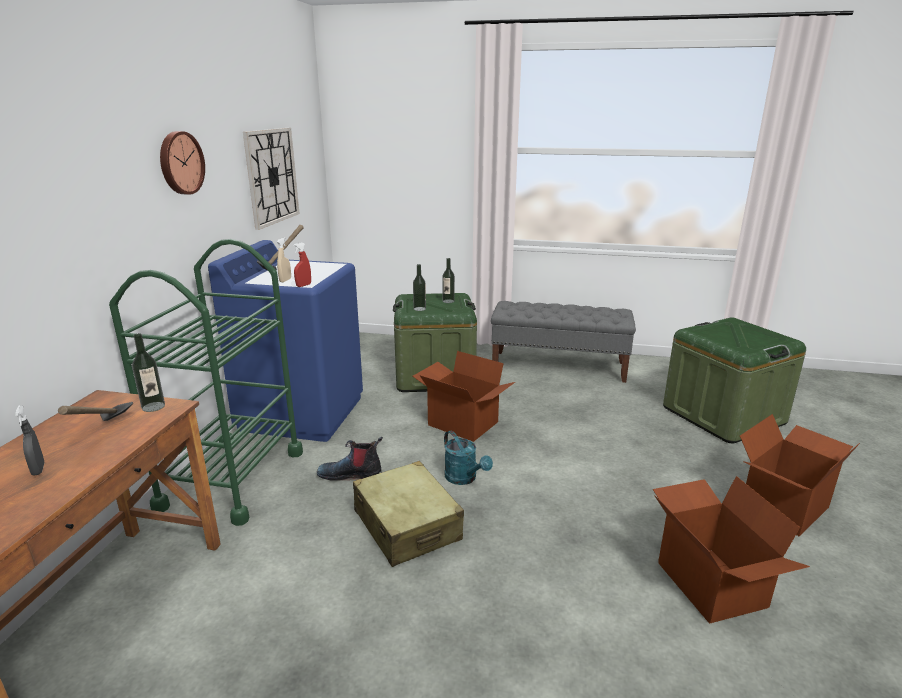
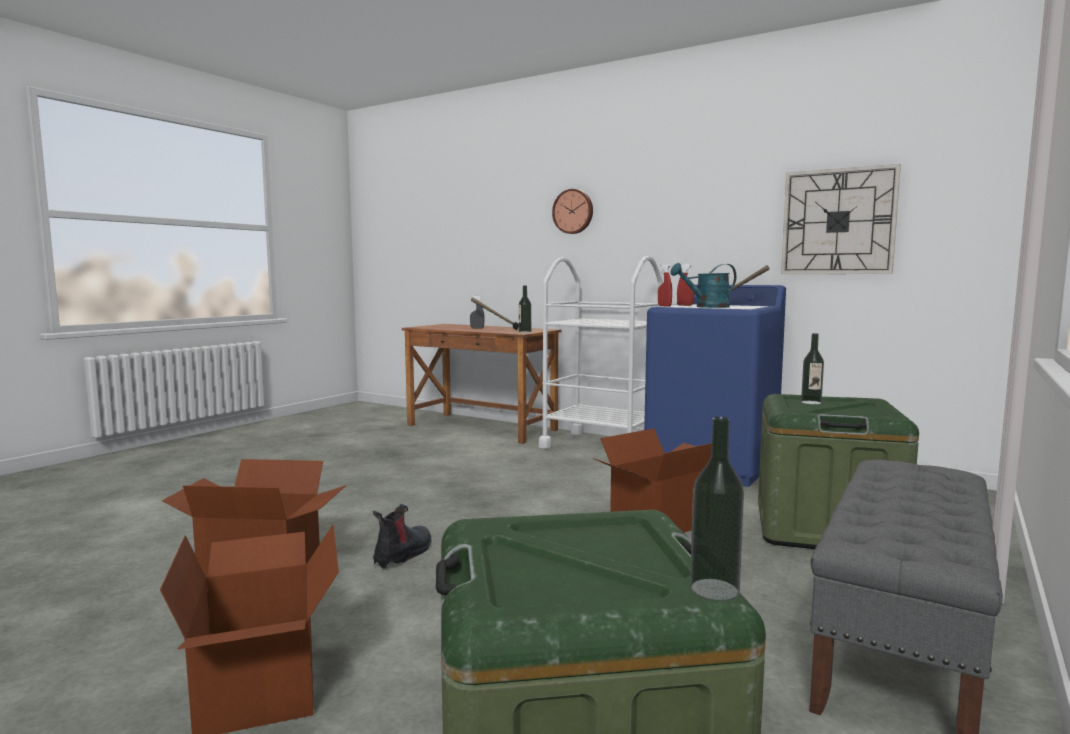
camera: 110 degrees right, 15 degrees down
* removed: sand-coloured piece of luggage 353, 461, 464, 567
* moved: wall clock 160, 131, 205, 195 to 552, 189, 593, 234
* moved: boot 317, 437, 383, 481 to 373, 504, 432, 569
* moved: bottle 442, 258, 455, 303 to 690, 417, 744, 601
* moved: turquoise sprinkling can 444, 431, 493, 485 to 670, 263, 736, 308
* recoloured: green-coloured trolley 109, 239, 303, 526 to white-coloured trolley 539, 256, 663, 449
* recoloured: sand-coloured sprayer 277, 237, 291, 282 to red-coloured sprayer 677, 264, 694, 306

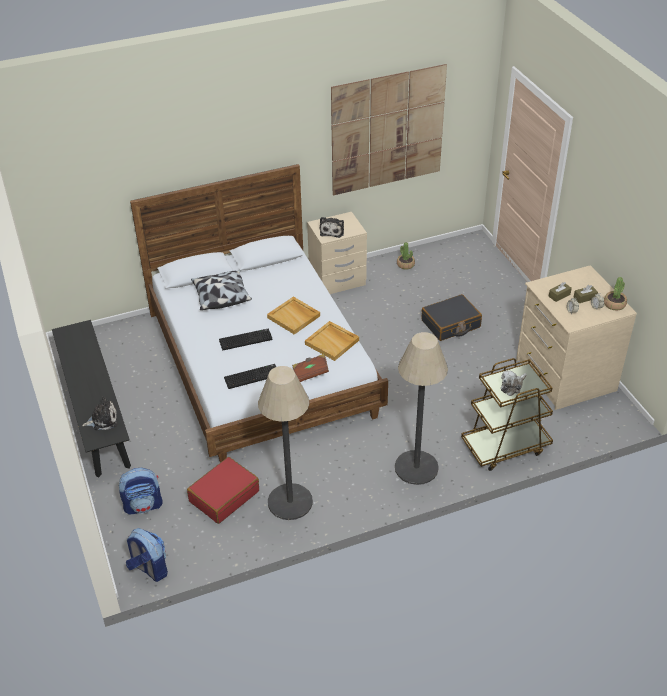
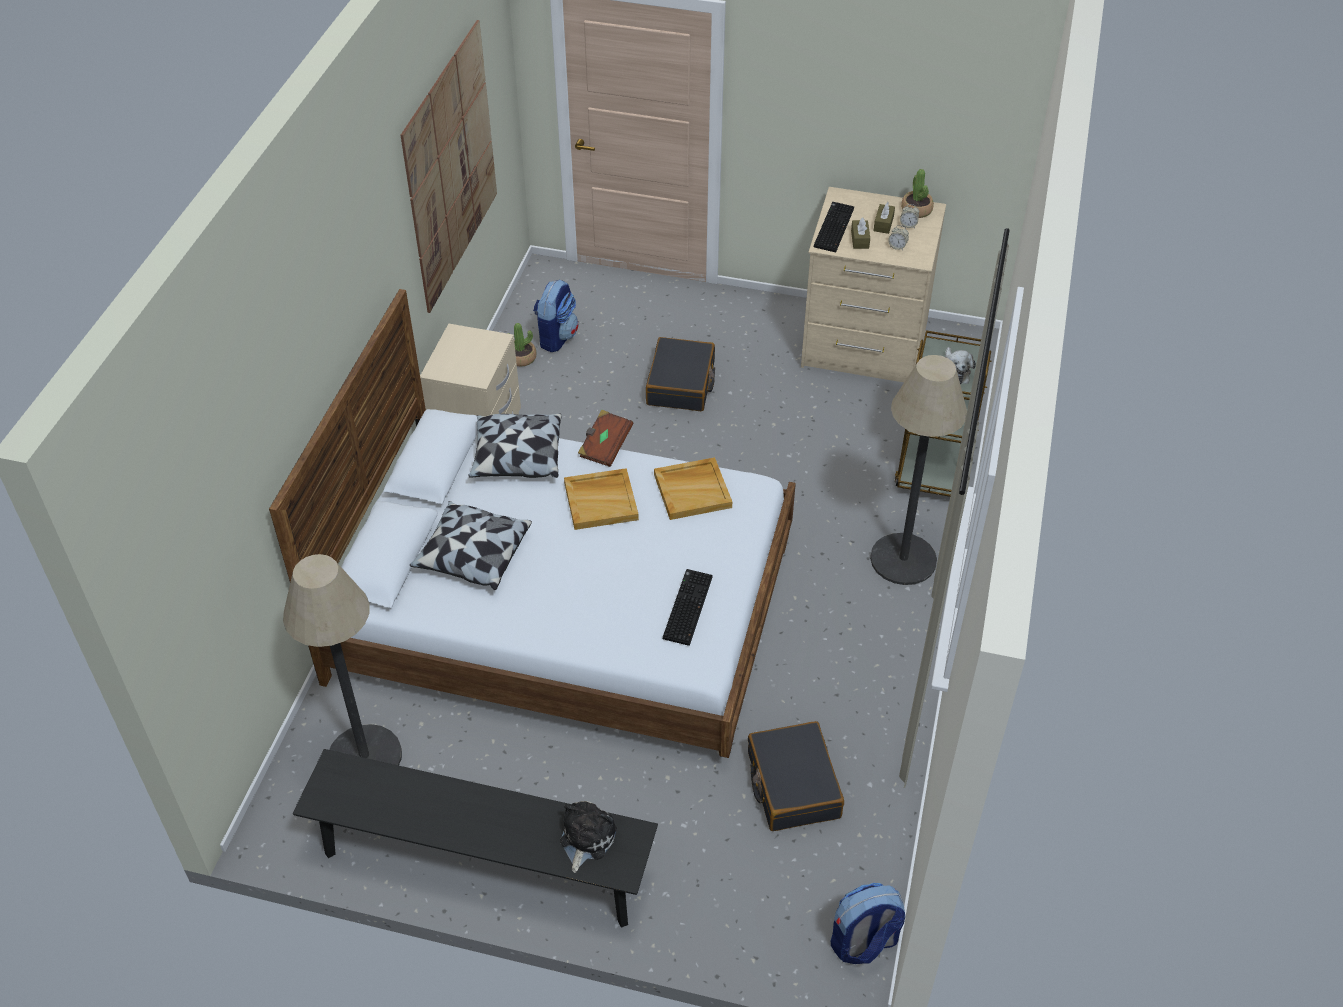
camera: 55 degrees left, 5 degrees up
* removed: cuddly toy 320, 217, 344, 238
* added: throw pillow 468, 413, 562, 478
* moved: backpack 119, 468, 163, 514 to 533, 280, 578, 352
* moved: keyboard 219, 328, 272, 350 to 814, 202, 854, 252
* moved: floor lamp 258, 366, 313, 520 to 283, 554, 402, 765
* moved: brown bound book 292, 354, 329, 382 to 578, 410, 633, 467
* recoloured: red-coloured piece of luggage 187, 457, 259, 524 to black-coloured piece of luggage 748, 721, 844, 831

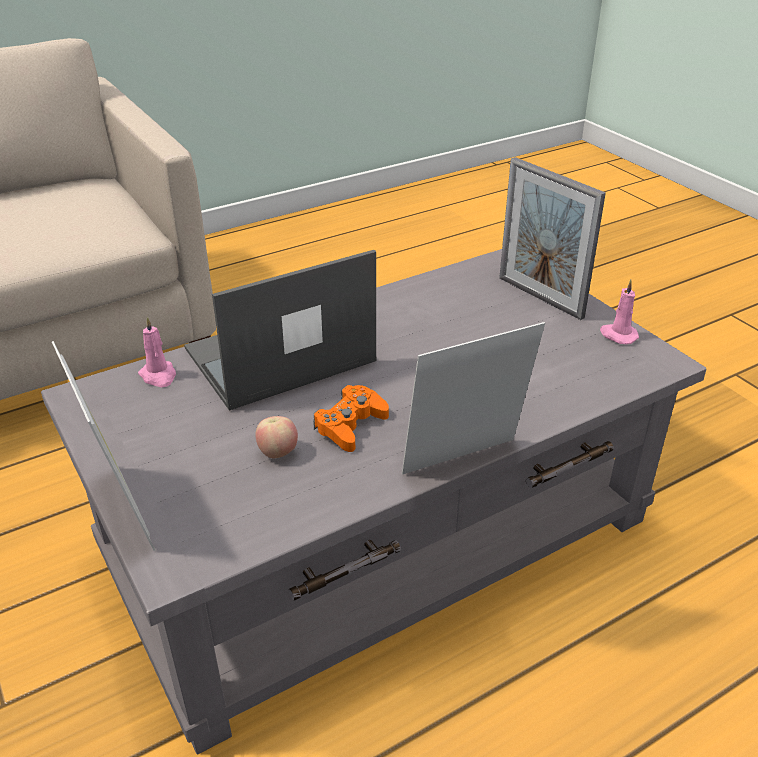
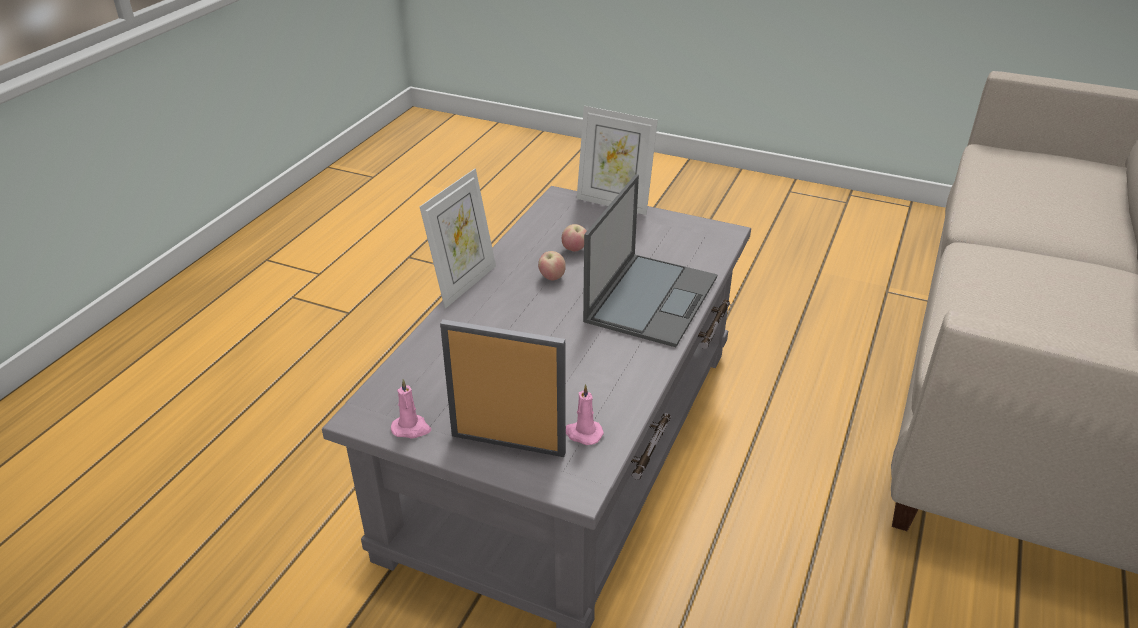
camera: 145 degrees right, 0 degrees up
* moved: pink wax light 138, 317, 176, 387 to 566, 384, 604, 445
* replaced: orange-coloured gamepad 313, 385, 389, 452 to apple fruit 538, 251, 566, 281

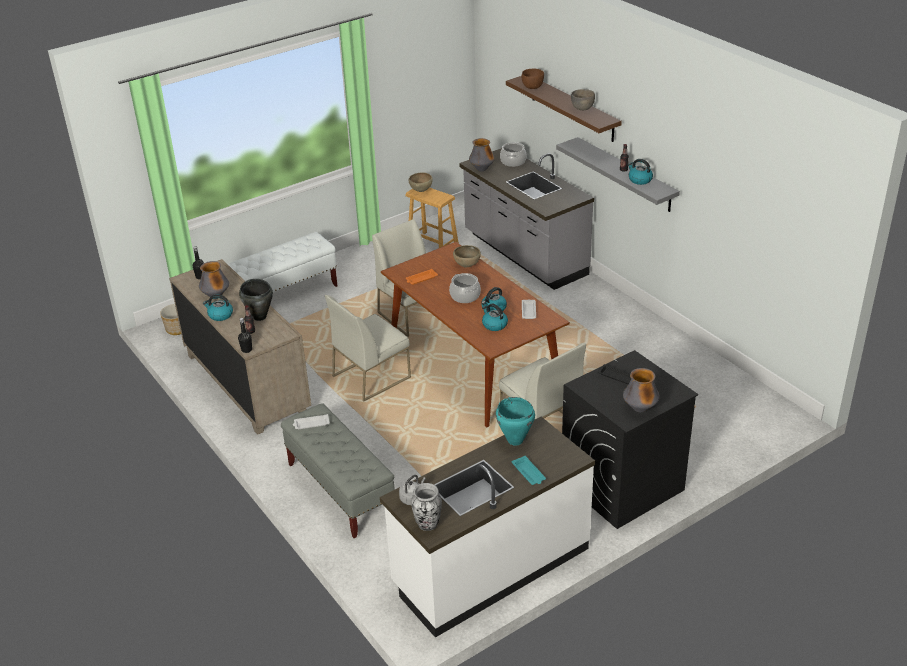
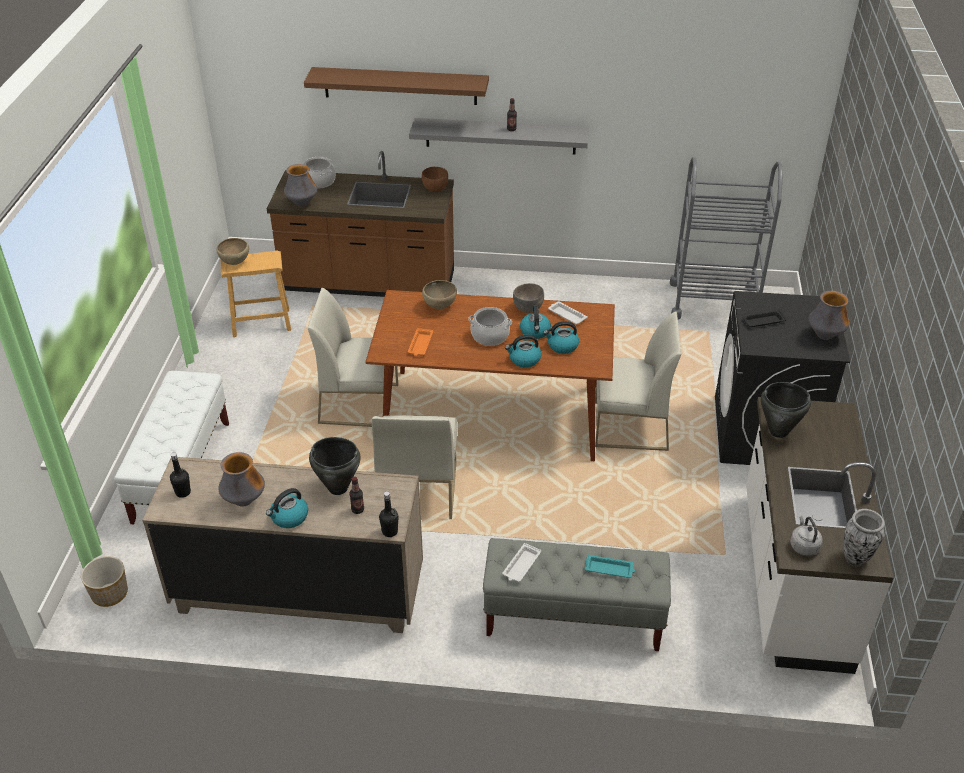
camera: 50 degrees left, 5 degrees up
* added: gray trolley 670, 157, 783, 320
* moved: turquoise serving tray 512, 456, 546, 485 to 585, 554, 635, 578
* moved: brown deep dish 521, 69, 544, 89 to 422, 167, 448, 192
* moved: gray deep dish 571, 89, 595, 110 to 513, 283, 544, 313
* moved: kettle 627, 159, 653, 185 to 505, 334, 541, 367
* recoloured: gray kitchen base unit 459, 148, 594, 290 to brown kitchen base unit 267, 151, 454, 297
* recoloured: turquoise stockpot 496, 397, 535, 446 to black-coloured stockpot 761, 382, 811, 438

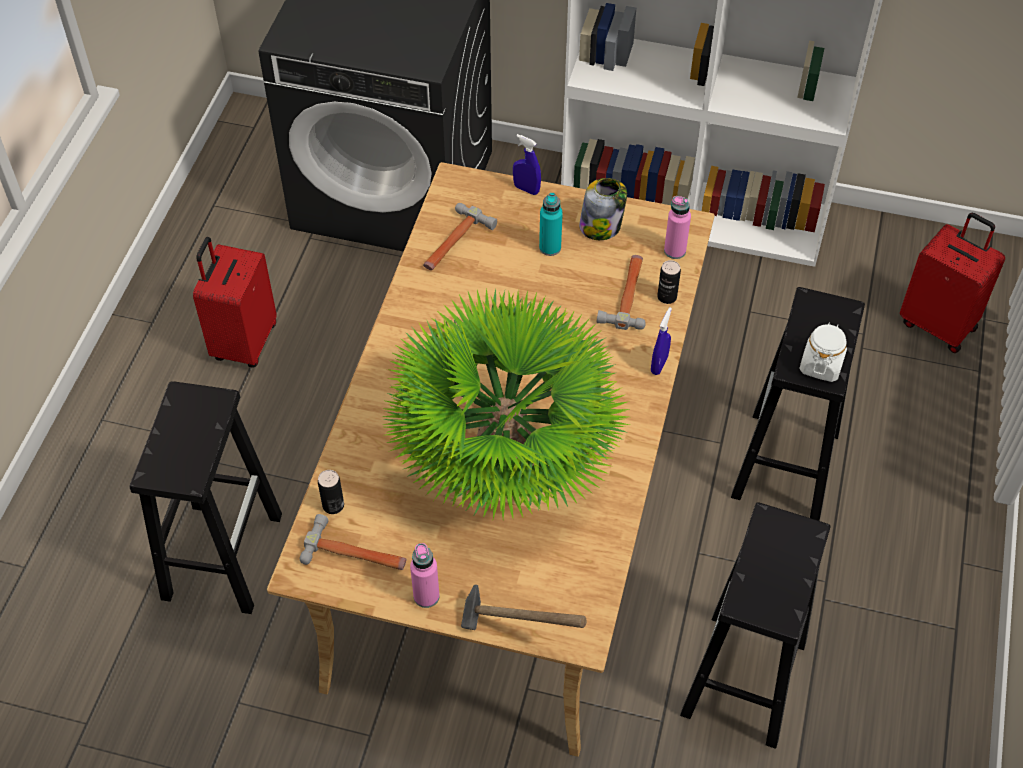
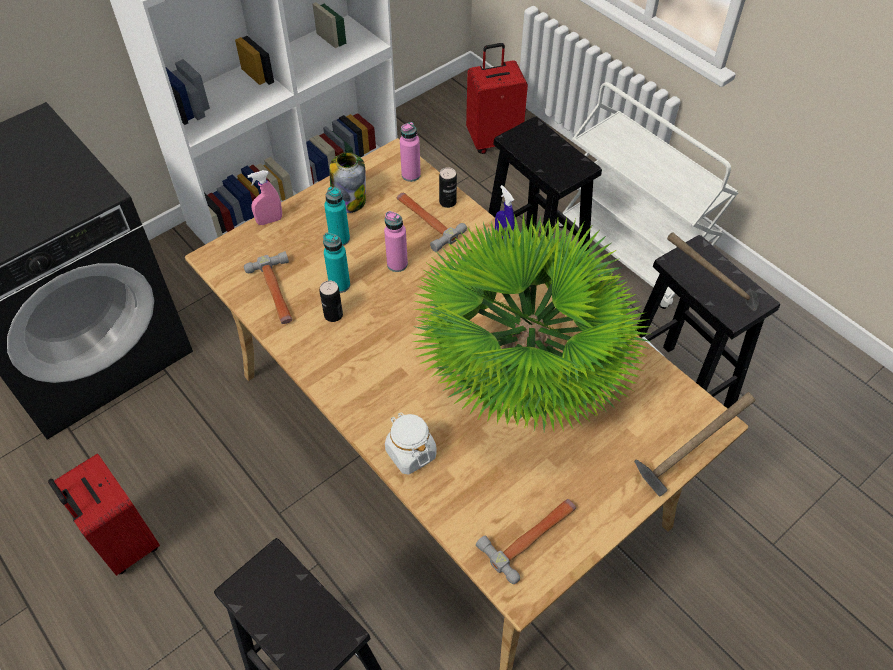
camera: 55 degrees left, 0 degrees up
* added: turquoise bottle 323, 233, 350, 293
* added: white-coloured trolley 556, 82, 738, 309
* added: hammer 667, 232, 759, 312
* moved: metal can 318, 470, 344, 514 to 319, 281, 343, 322
* moved: pink bottle 410, 543, 440, 608 to 384, 211, 408, 272
* moved: white-coloured preserve jar 799, 322, 847, 382 to 385, 412, 437, 474
* recoloured: bluish sprayer 513, 134, 541, 195 to pink sprayer 247, 170, 282, 225

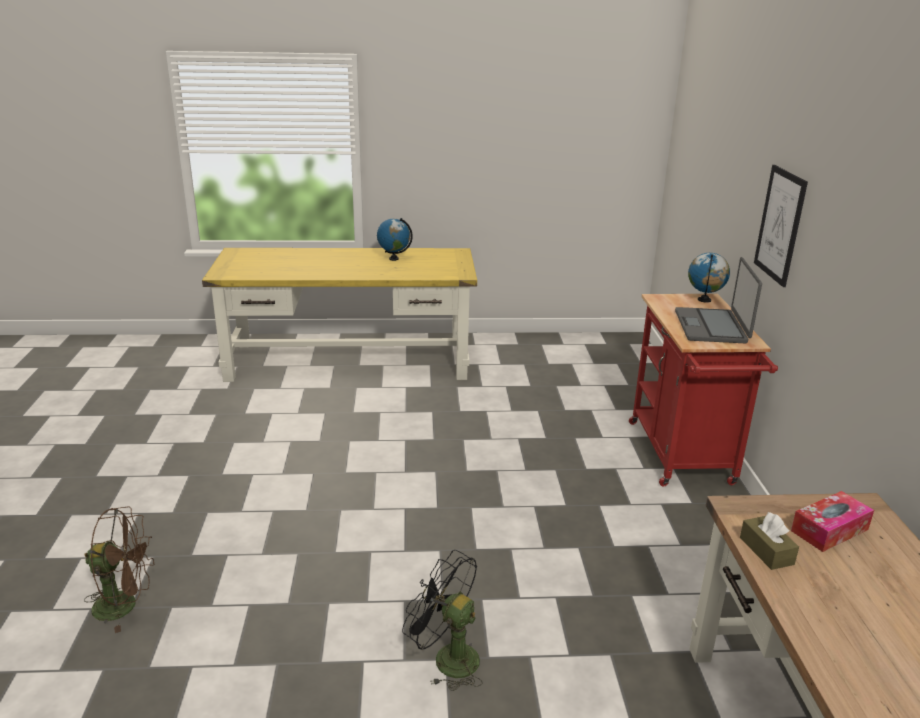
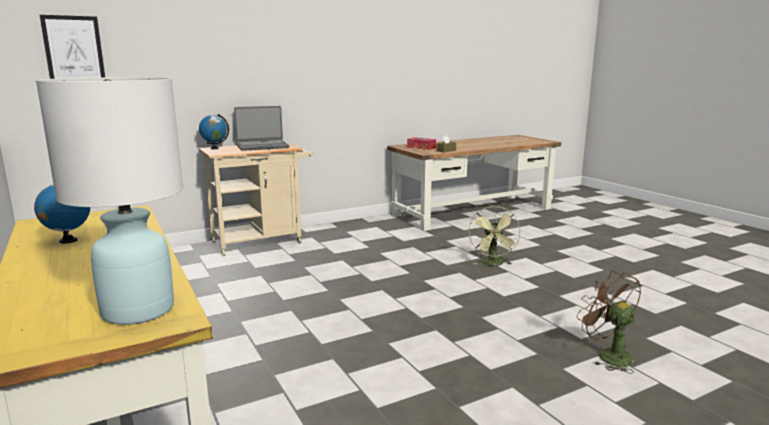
camera: 115 degrees left, 10 degrees down
* added: white-coloured table lamp 36, 77, 183, 325
* moved: wall picture 754, 165, 808, 287 to 40, 15, 105, 79
* recoloured: black-coloured electric fan 402, 550, 483, 691 to green-coloured electric fan 469, 206, 520, 266
* recoloured: red-coloured trolley 629, 294, 778, 487 to sand-coloured trolley 198, 143, 314, 256

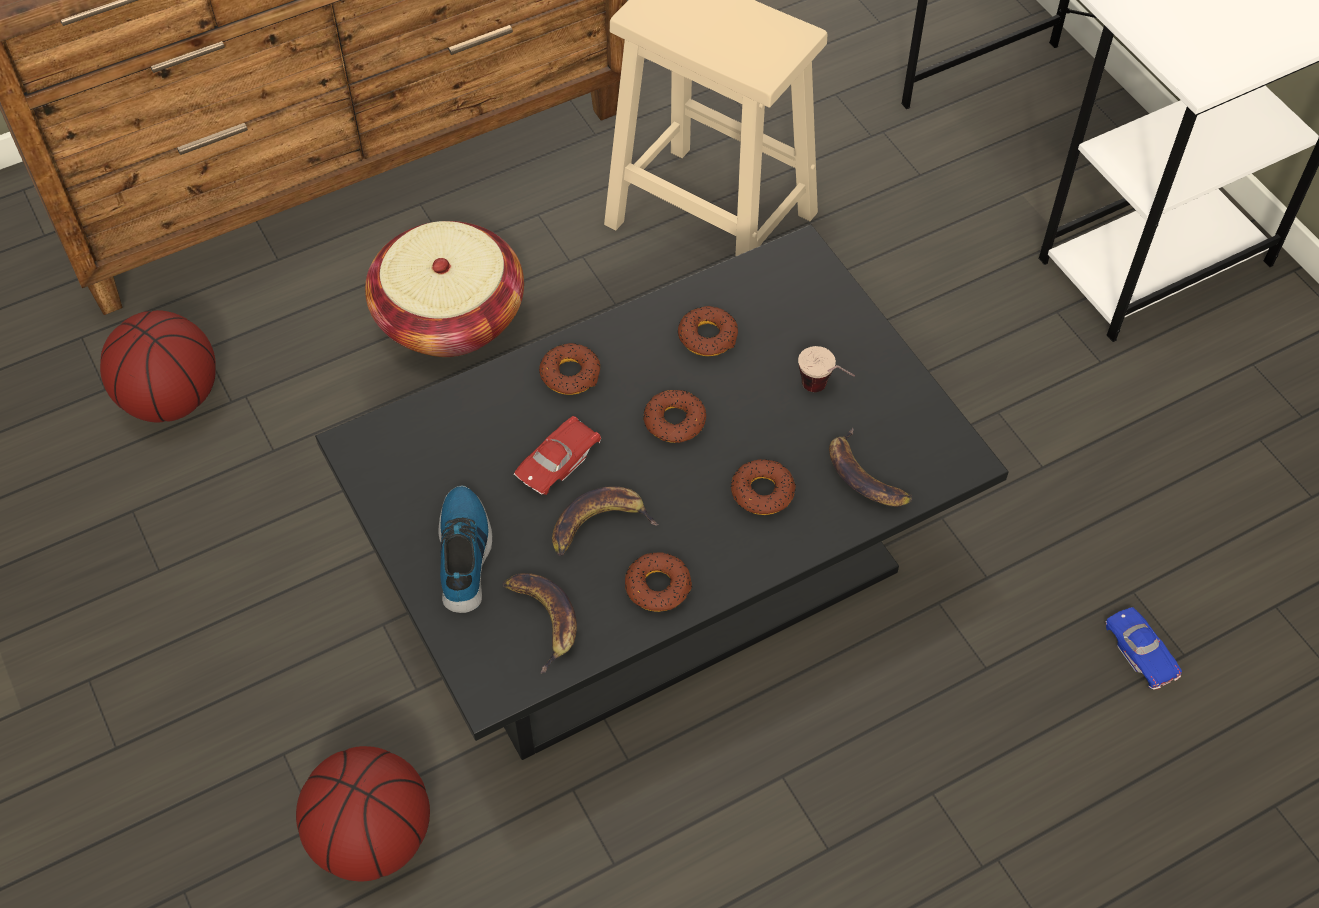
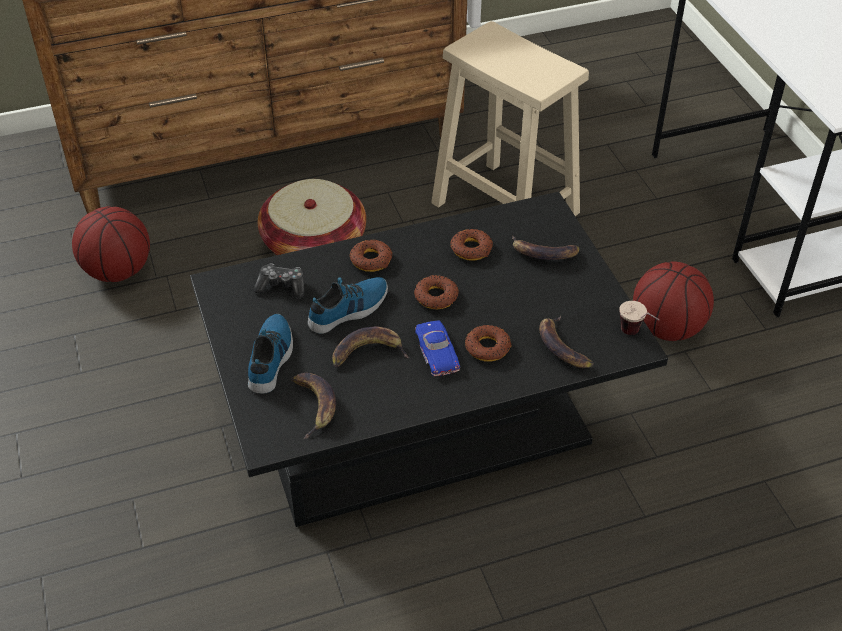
camera: 10 degrees right, 10 degrees down
* removed: donut 625, 553, 693, 612
* added: gamepad 254, 264, 305, 299
* added: banana 512, 236, 580, 260
* moved: ball for basketball 296, 746, 430, 881 to 633, 262, 714, 341
* moved: small cup 798, 346, 855, 392 to 619, 301, 660, 335
* moved: bluish model car 1106, 607, 1182, 690 to 415, 320, 460, 376
* replaced: red-coloured model car 514, 416, 601, 495 to shoe 308, 277, 388, 334

